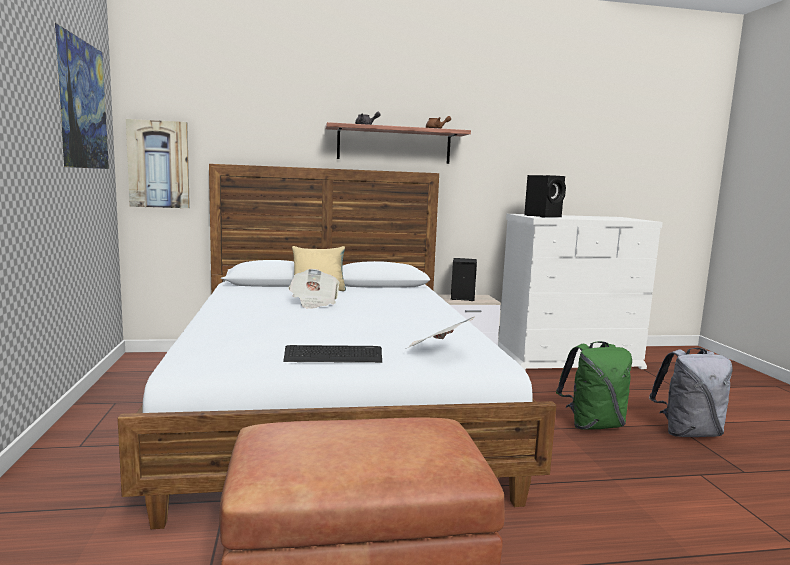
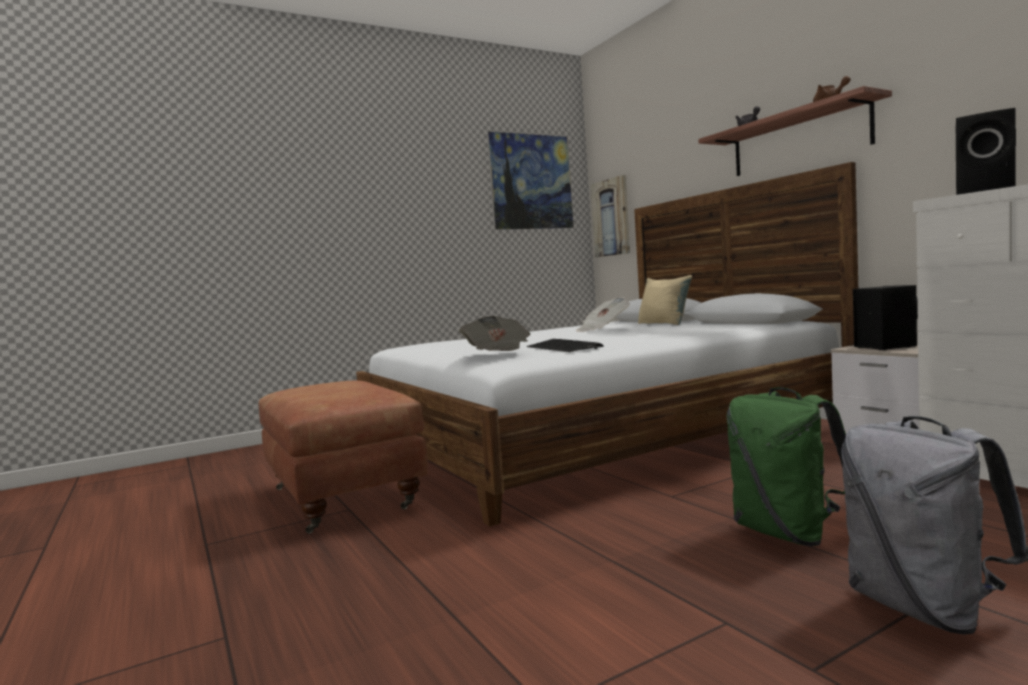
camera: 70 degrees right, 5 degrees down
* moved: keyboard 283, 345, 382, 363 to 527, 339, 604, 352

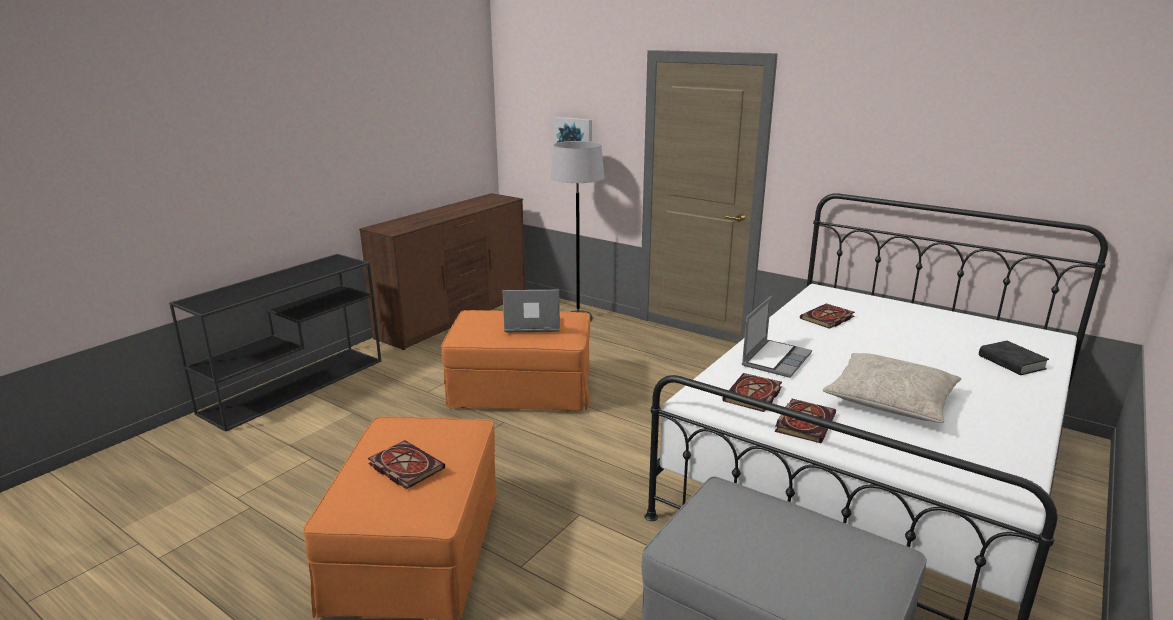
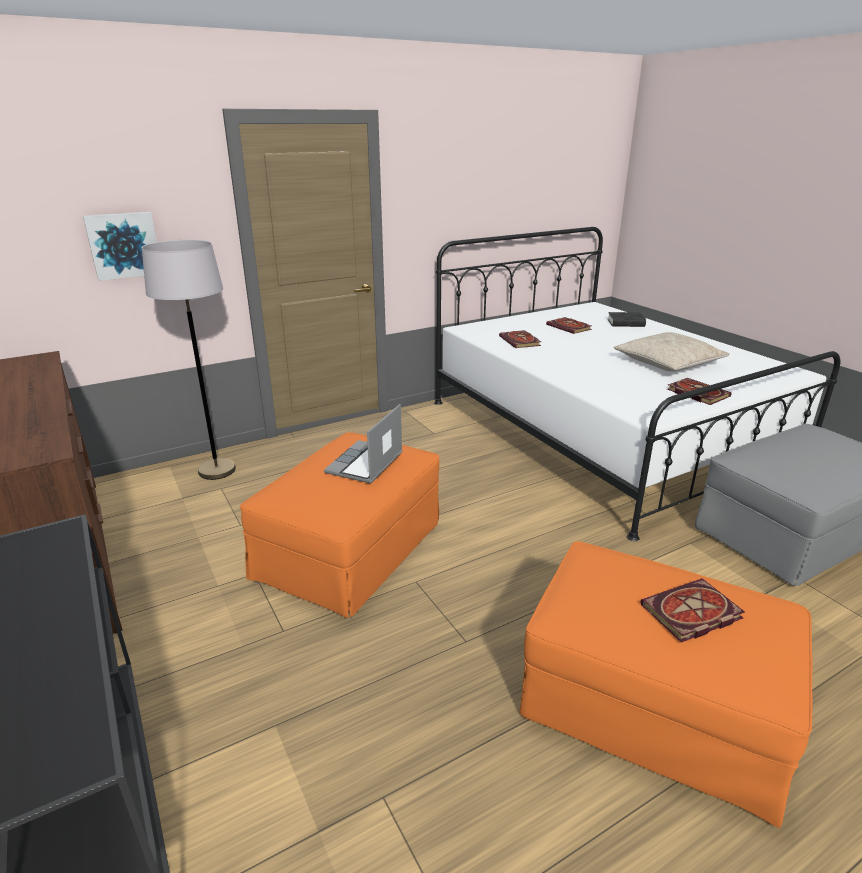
camera: 65 degrees left, 5 degrees up
* removed: portable computer 742, 296, 812, 378
* moved: bound book 722, 373, 782, 412 to 546, 317, 592, 334

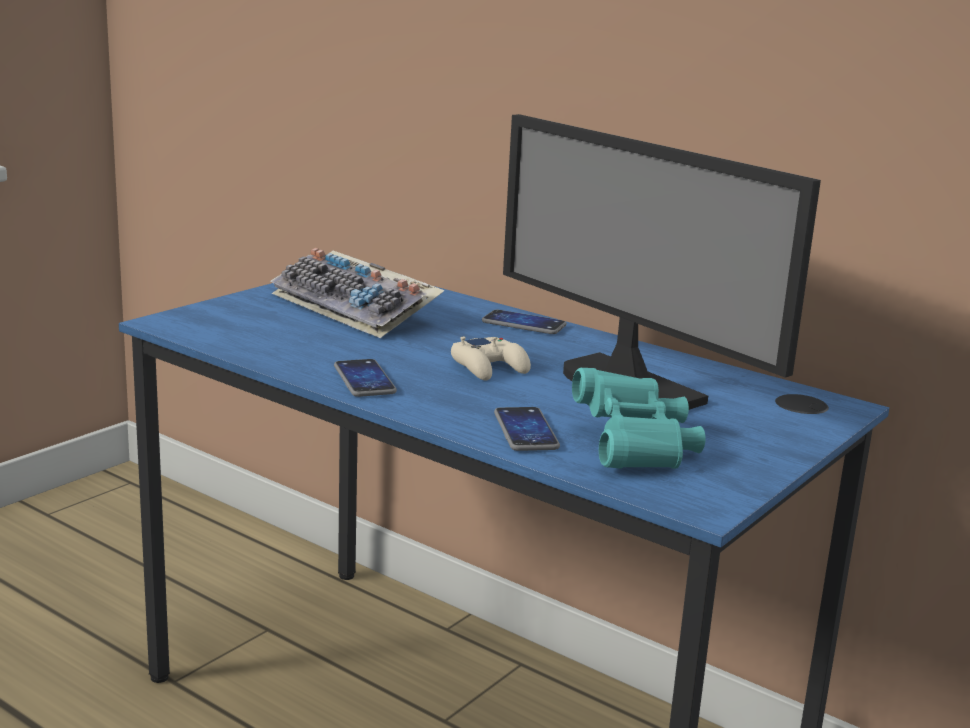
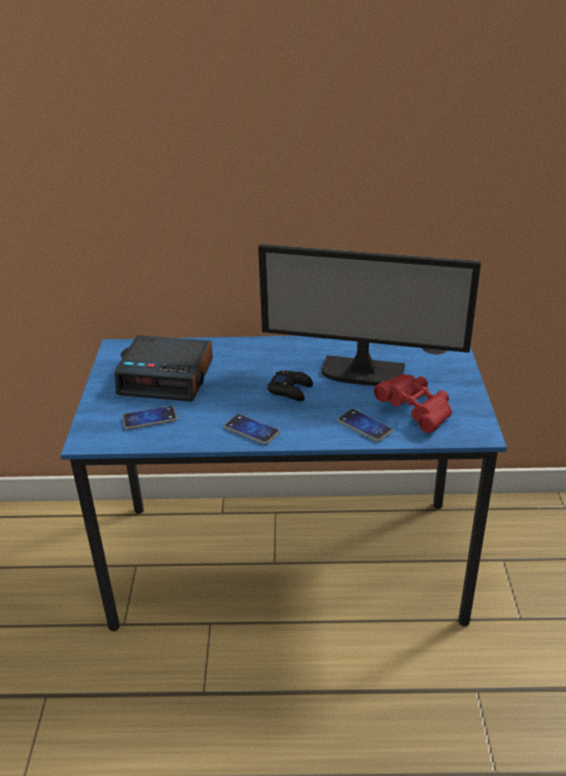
camera: 35 degrees left, 15 degrees up
* moved: handset 482, 310, 567, 334 to 122, 406, 177, 430
* replaced: keyboard 270, 248, 445, 338 to bedside clock 114, 335, 213, 401
* recoloured: sand-coloured gamepad 451, 336, 531, 381 to black-coloured gamepad 267, 370, 313, 401
* recoloured: turquoise binoculars 572, 368, 706, 469 to red-coloured binoculars 374, 374, 452, 433

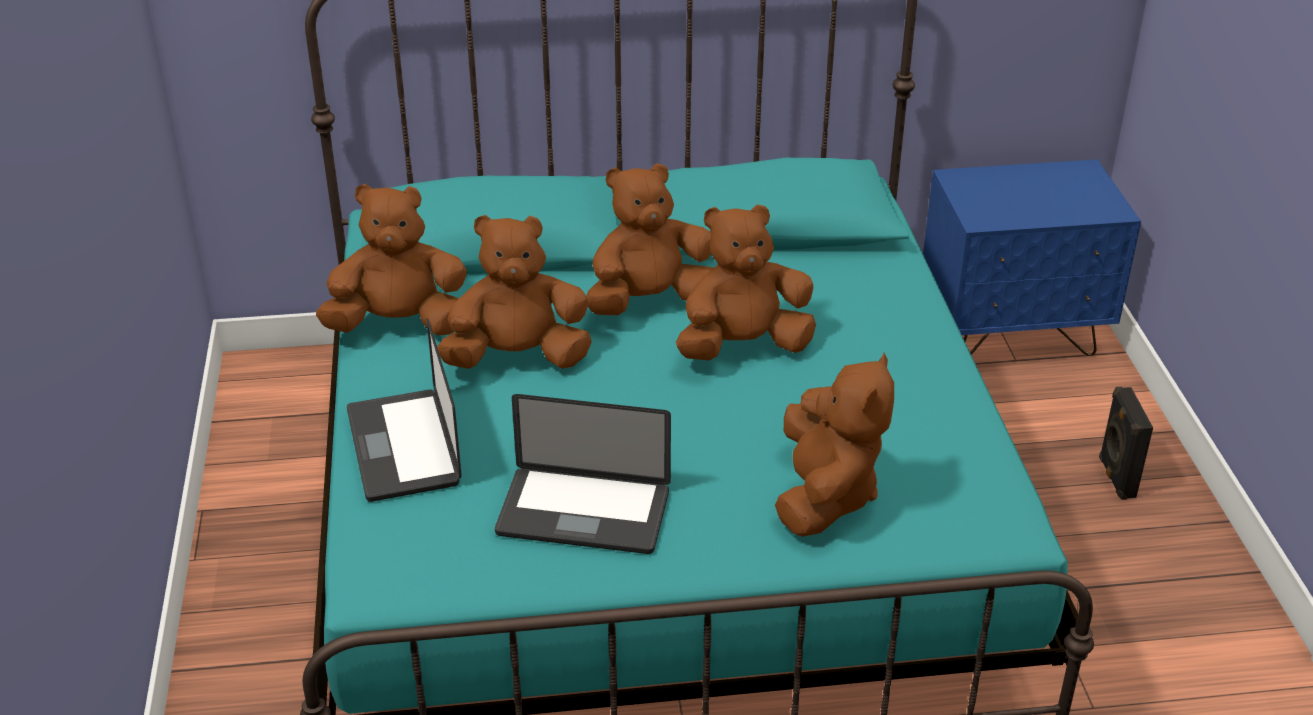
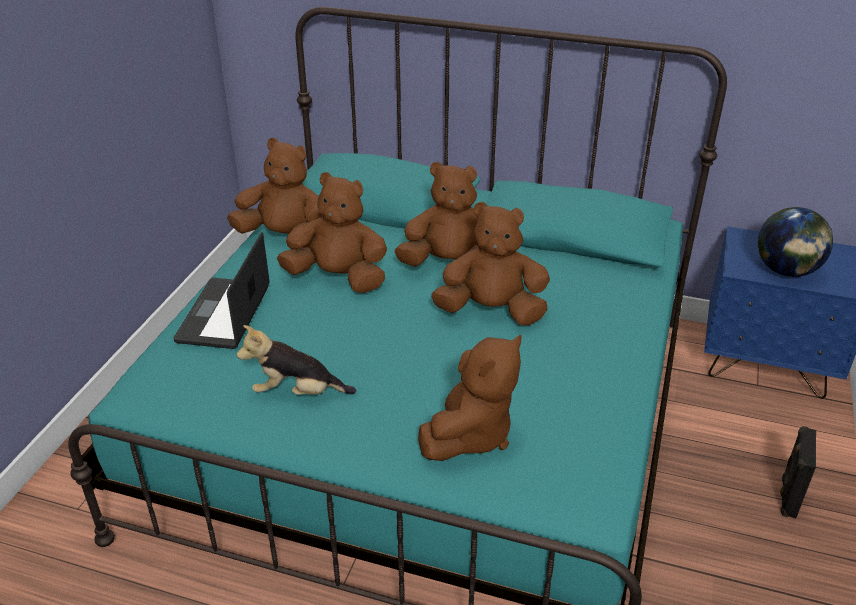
camera: 25 degrees right, 0 degrees up
* added: world globe 757, 207, 833, 277
* replaced: portable computer 495, 394, 671, 554 to cuddly toy 237, 325, 356, 395

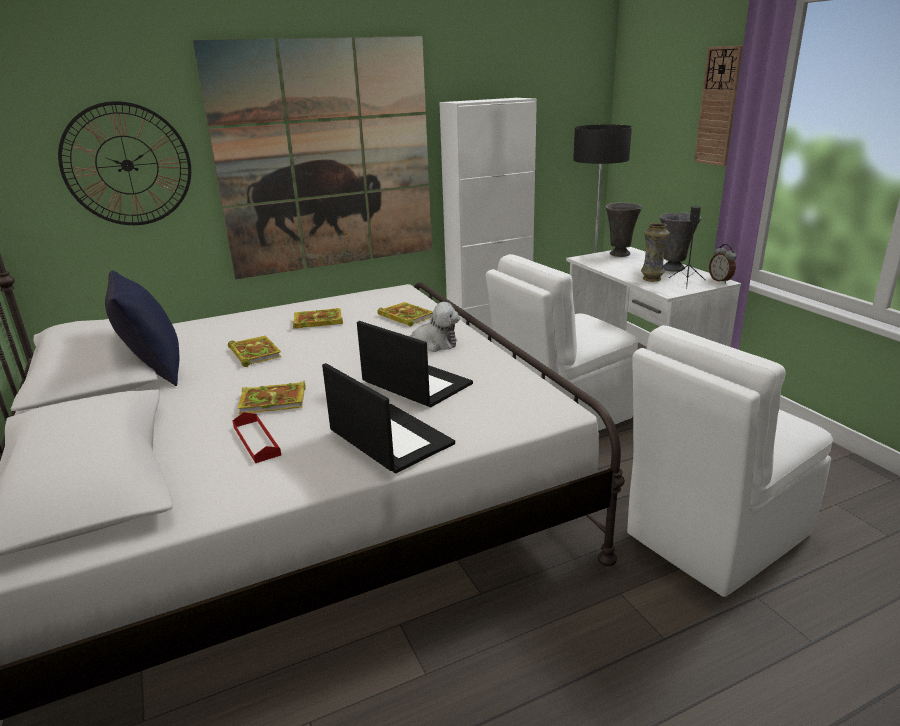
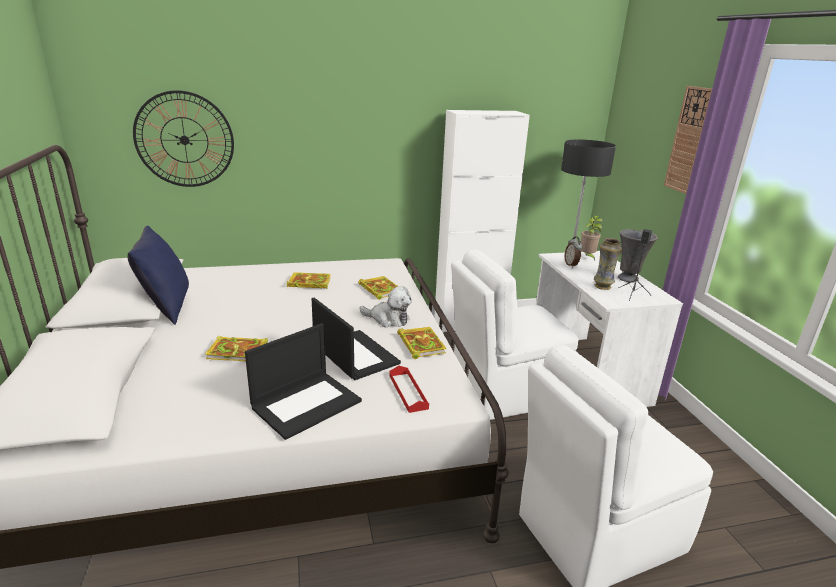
camera: 10 degrees right, 0 degrees up
* removed: wall picture 193, 36, 432, 279
* moved: bound book 228, 335, 282, 367 to 397, 327, 447, 359
* moved: red-coloured serving tray 232, 412, 281, 463 to 389, 366, 429, 413
* moved: bedside clock 709, 244, 737, 284 to 565, 237, 583, 268
* replaced: gray flower vase 605, 202, 642, 257 to houseplant 581, 215, 603, 261
* turned: portable computer 322, 363, 455, 473 = 245, 323, 362, 440 75 degrees clockwise

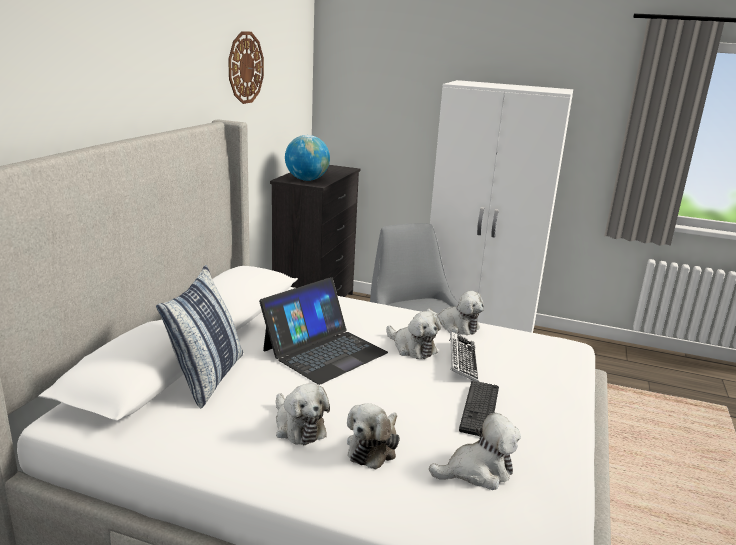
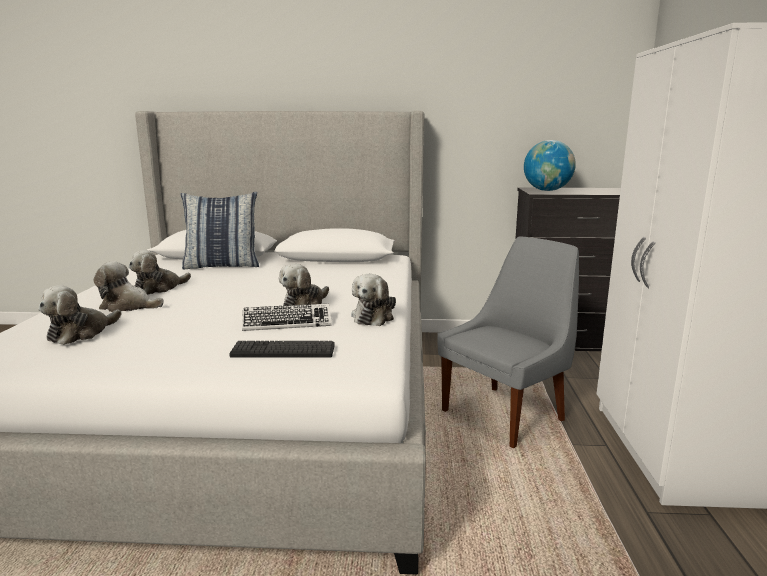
camera: 75 degrees right, 5 degrees down
* removed: wall clock 228, 31, 264, 104
* removed: portable computer 259, 277, 388, 385
* moved: keyboard 459, 381, 499, 436 to 229, 341, 335, 357
* turned: cuddly toy 429, 413, 521, 490 = 38, 285, 121, 345 60 degrees clockwise

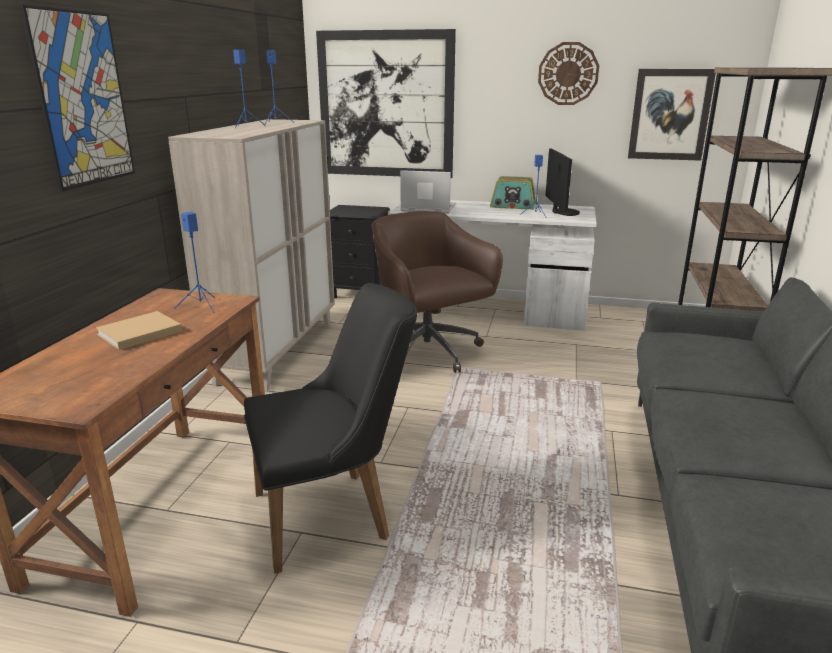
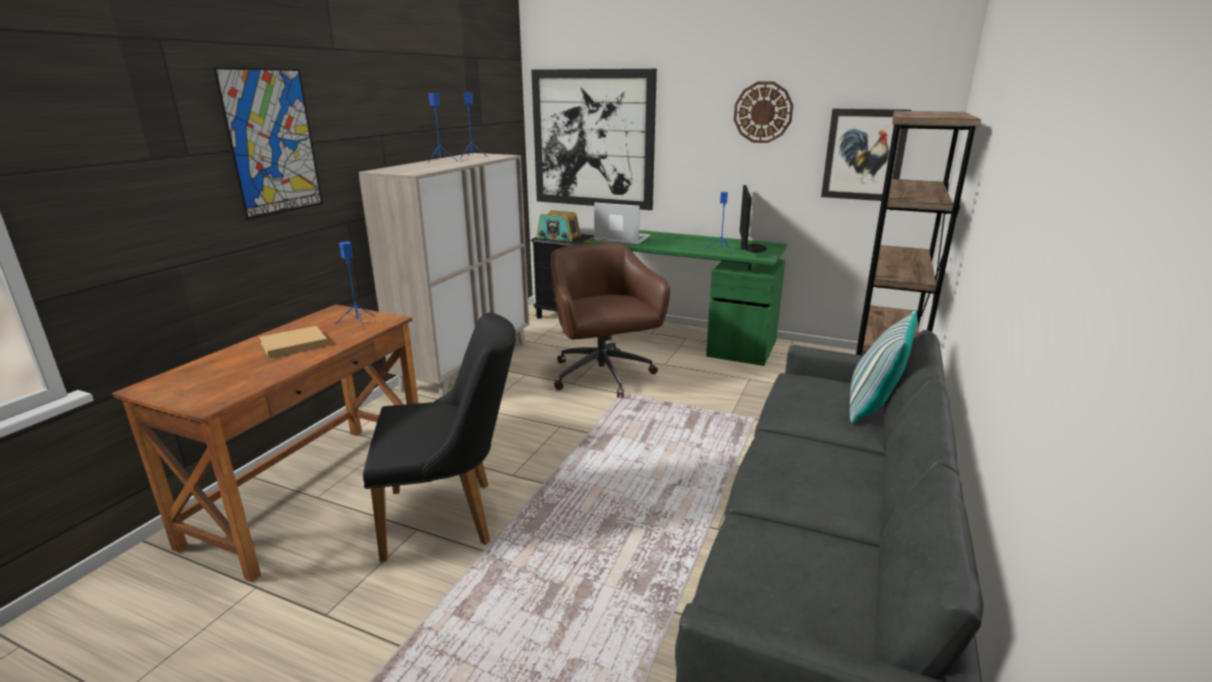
camera: 10 degrees right, 0 degrees up
* added: throw pillow 850, 310, 917, 423
* moved: radio receiver 490, 176, 536, 210 to 536, 210, 581, 241
* recoloured: white-coloured desk 389, 200, 597, 331 to green-coloured desk 582, 230, 787, 366

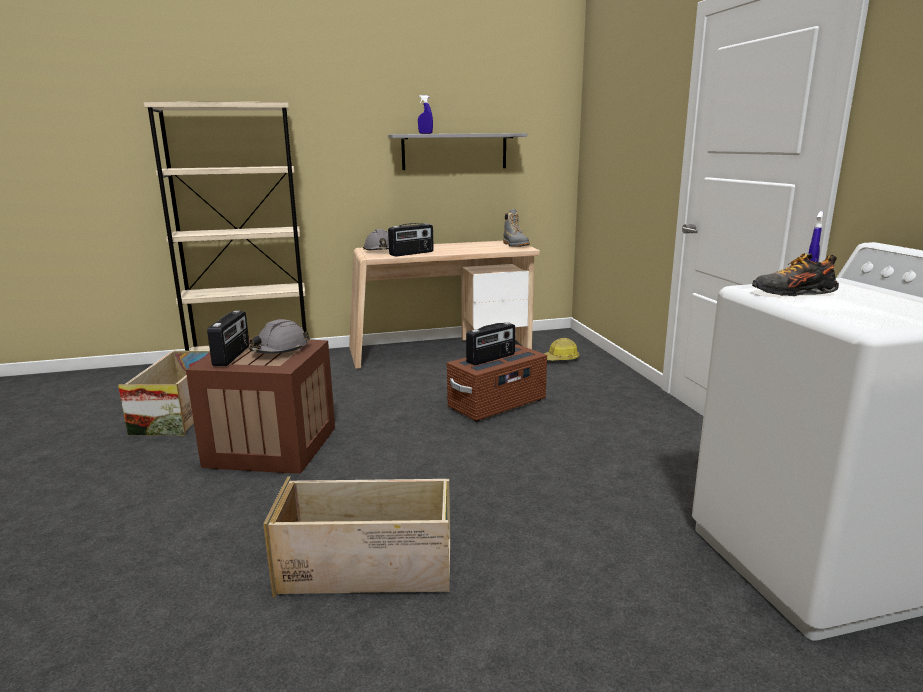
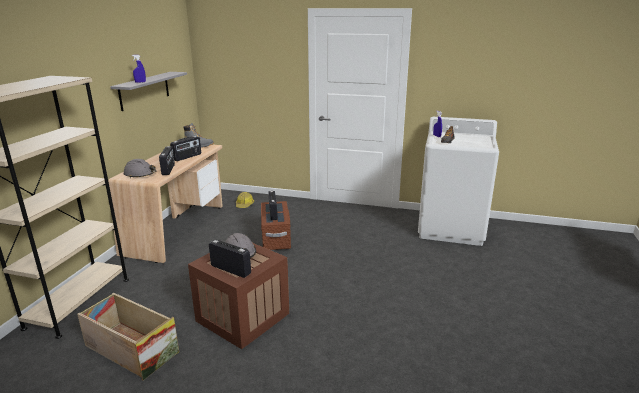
camera: 60 degrees left, 5 degrees up
* removed: crate 263, 477, 450, 597
* added: radio receiver 170, 136, 201, 161

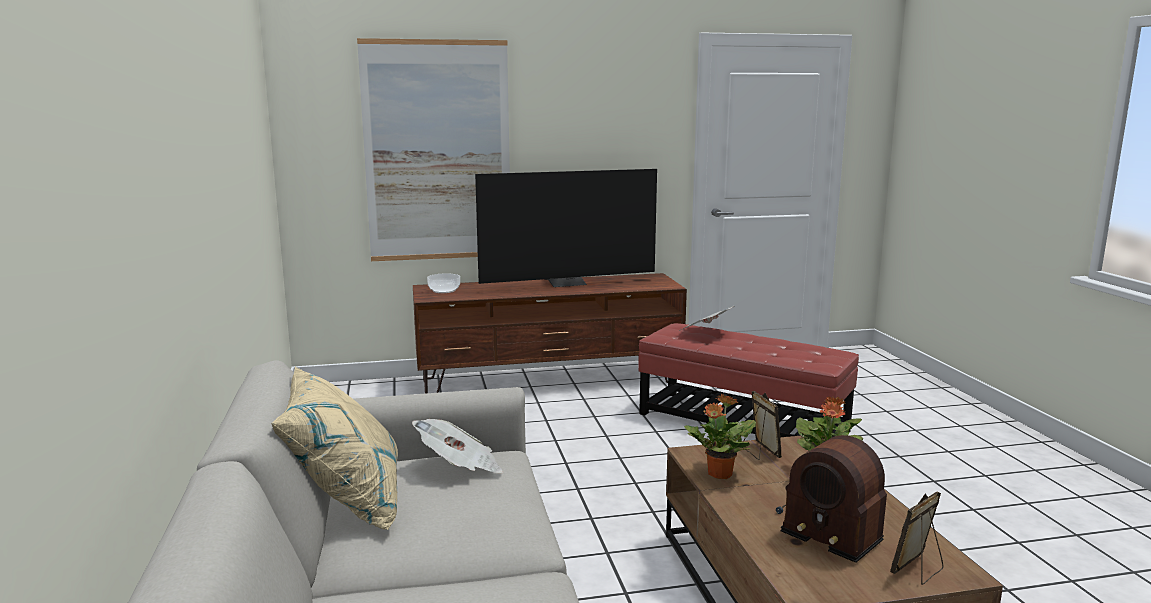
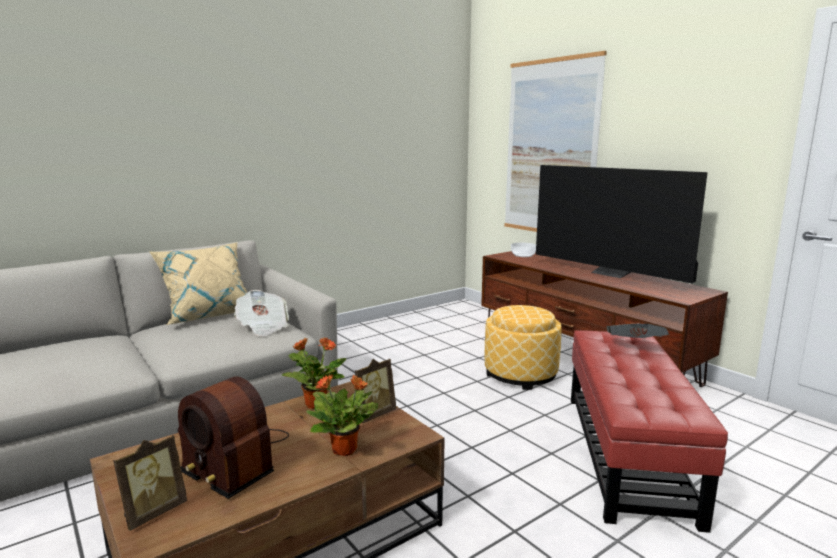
camera: 65 degrees right, 0 degrees up
* added: ottoman 485, 305, 562, 390
* turned: radio receiver 776, 435, 887, 563 = 178, 376, 289, 499 75 degrees counterclockwise
* turned: standing frame 890, 491, 943, 585 = 113, 435, 187, 531 105 degrees clockwise

